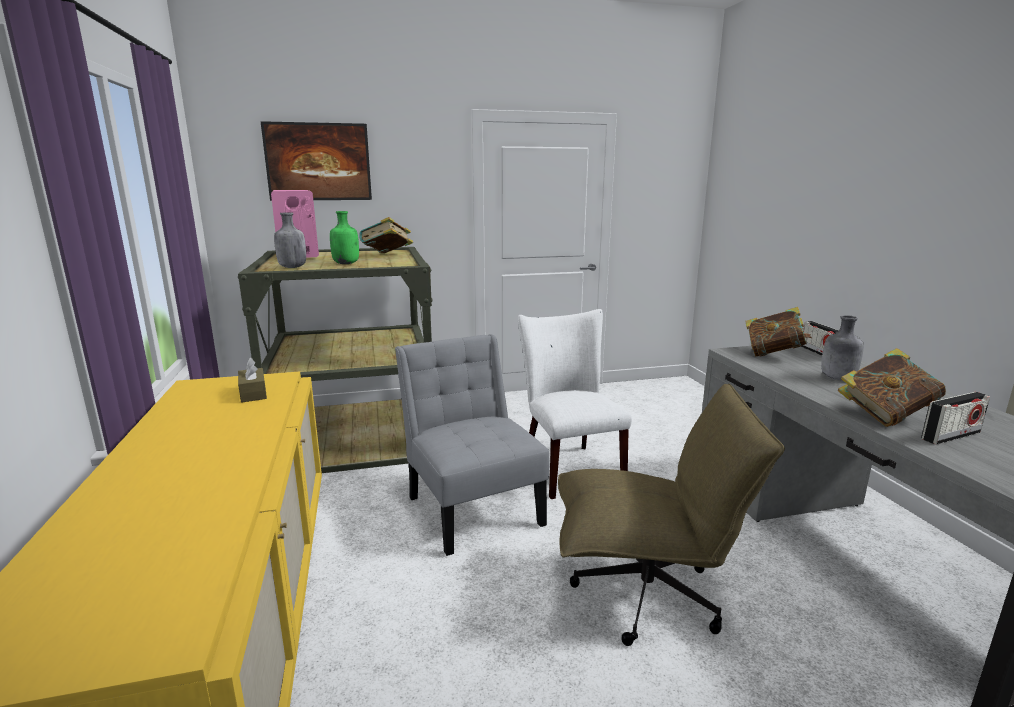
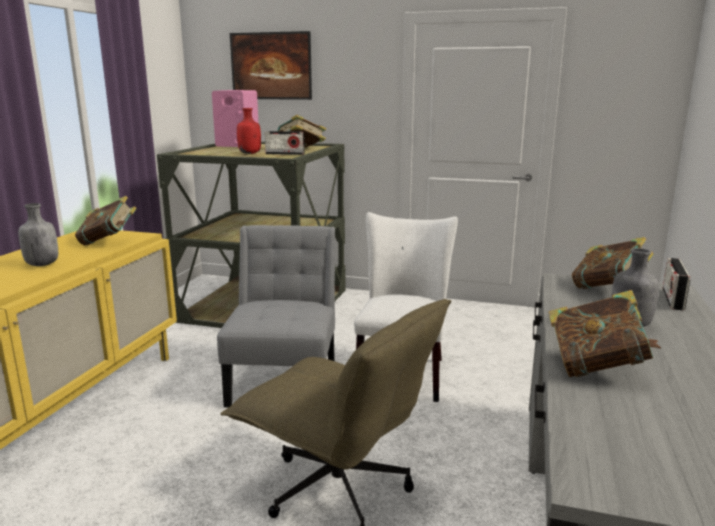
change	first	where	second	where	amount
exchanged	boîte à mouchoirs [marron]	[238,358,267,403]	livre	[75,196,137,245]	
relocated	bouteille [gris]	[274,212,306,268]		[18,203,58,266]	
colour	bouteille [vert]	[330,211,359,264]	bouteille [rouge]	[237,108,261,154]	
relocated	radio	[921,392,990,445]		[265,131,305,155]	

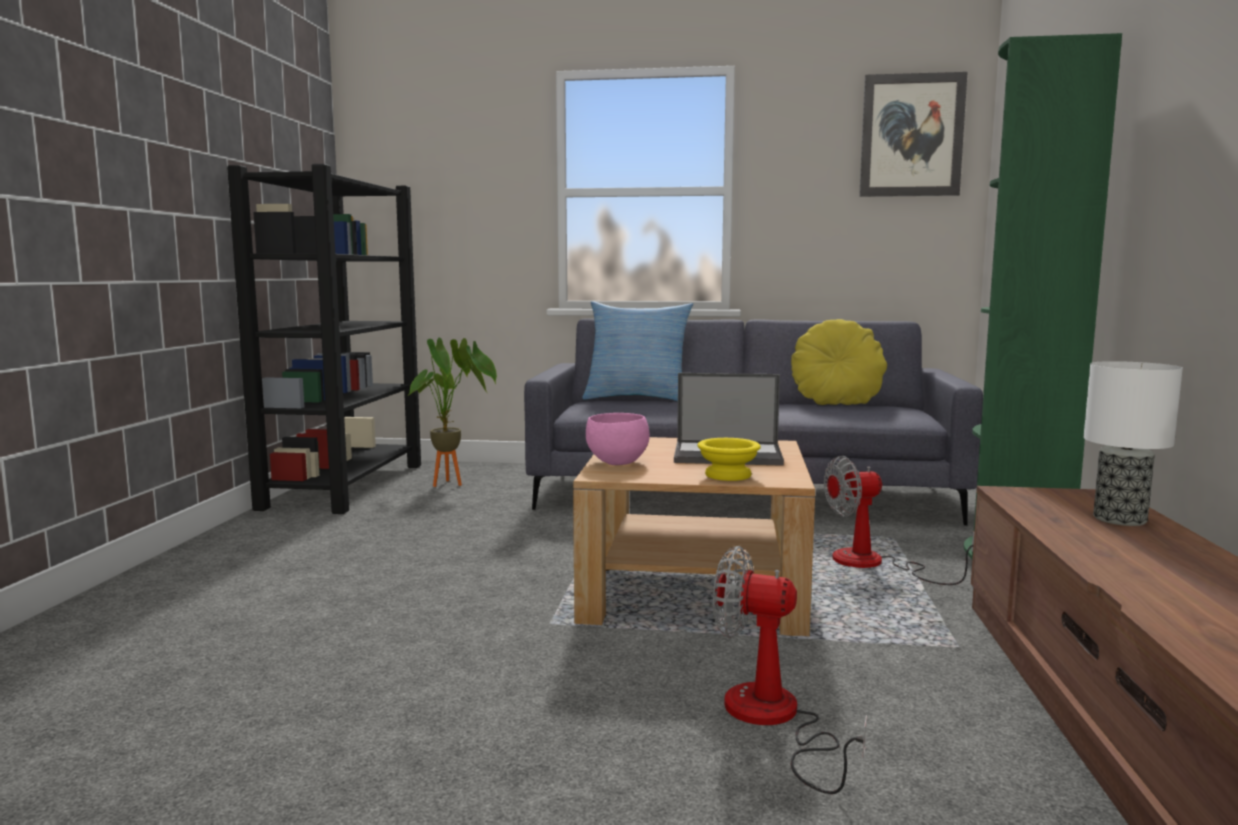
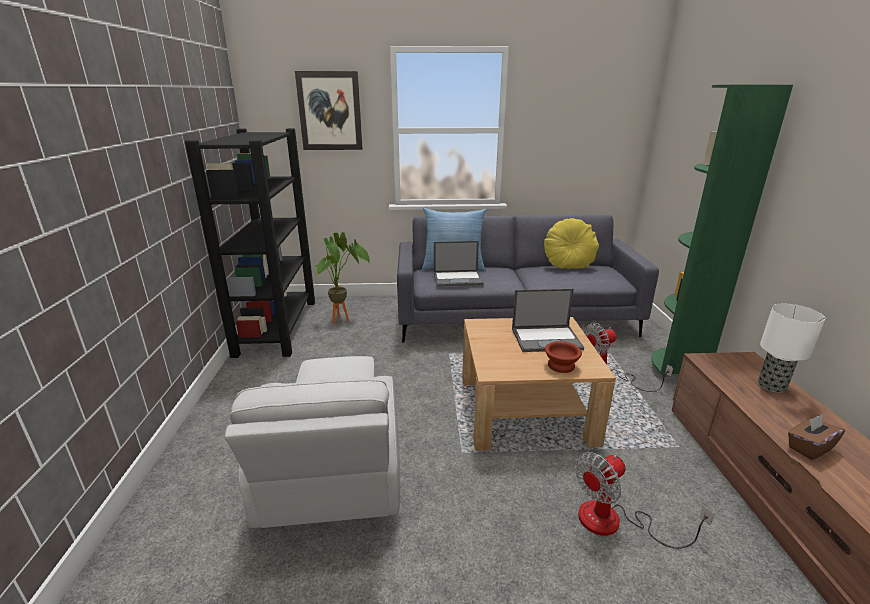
change	first	where	second	where	amount
missing	bol [rose]	[586,413,650,465]			
colour	bol [jaune]	[697,438,761,481]	bol [marron]	[545,341,582,373]	
spun	ventilateur	[713,546,867,794]		[575,452,715,549]	45 degrees counterclockwise
relocated	tableau	[859,72,968,197]		[295,71,363,150]	
appeared			fauteuil [blanc]	[225,356,400,528]	
appeared			ordinateur portable	[434,241,484,287]	
appeared			boîte à mouchoirs [marron]	[788,414,845,460]	

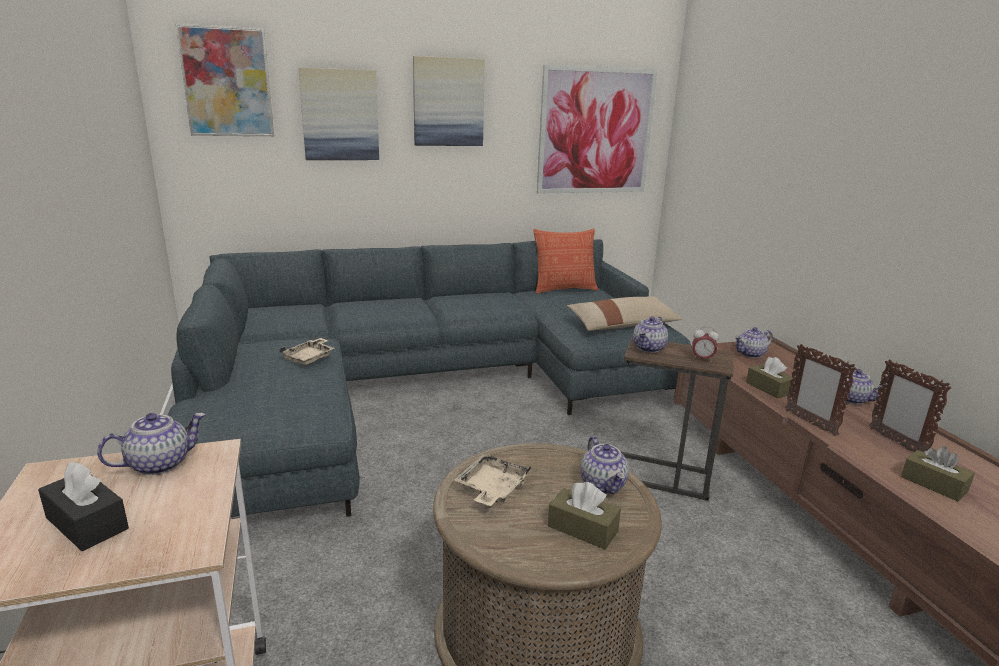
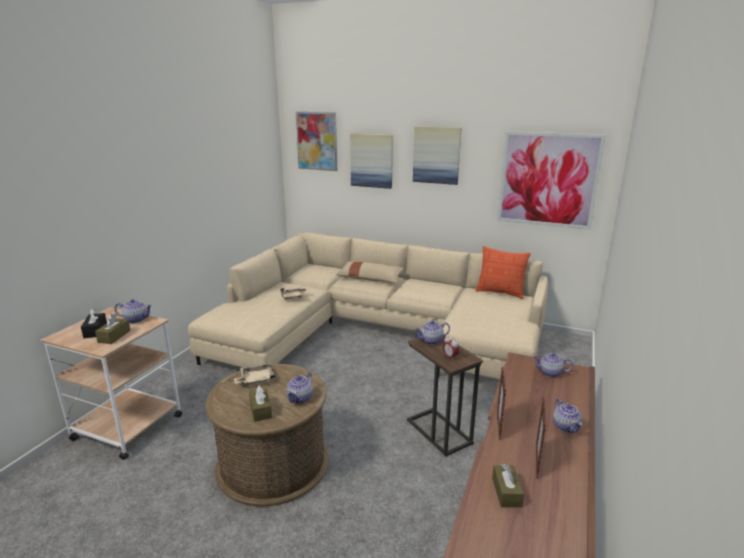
change	first	where	second	where	amount
colour	canapé [bleu]	[167,239,691,517]	canapé [beige]	[188,232,548,379]	
relocated	coussin [beige]	[567,296,682,331]		[336,261,404,283]	
relocated	boîte à mouchoirs [marron]	[746,357,795,399]		[95,313,131,344]	

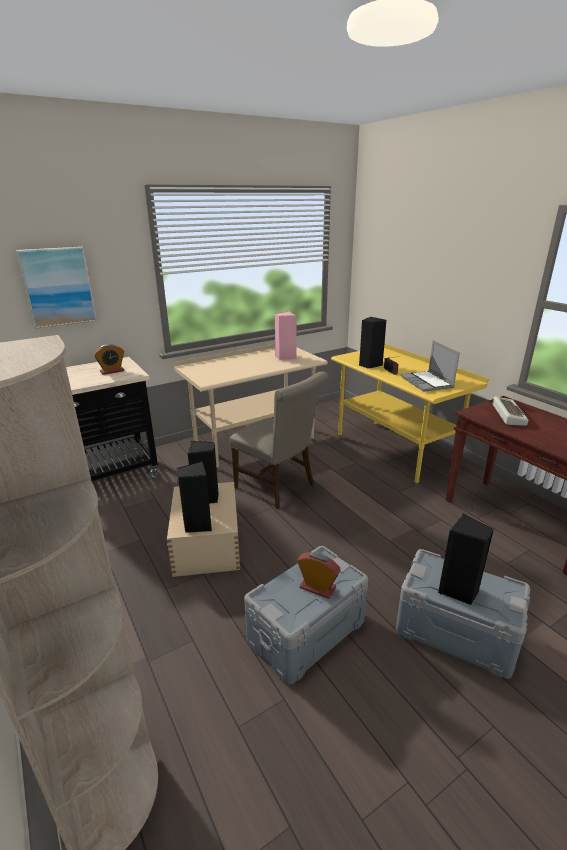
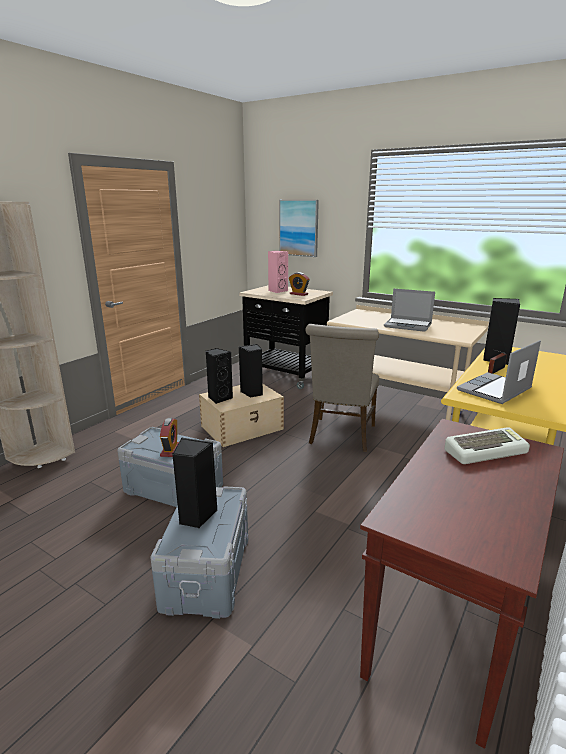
change	first	where	second	where	amount
relocated	enceinte [rose]	[275,311,297,360]		[268,251,288,293]	
appeared			ordinateur portable	[384,288,435,332]	

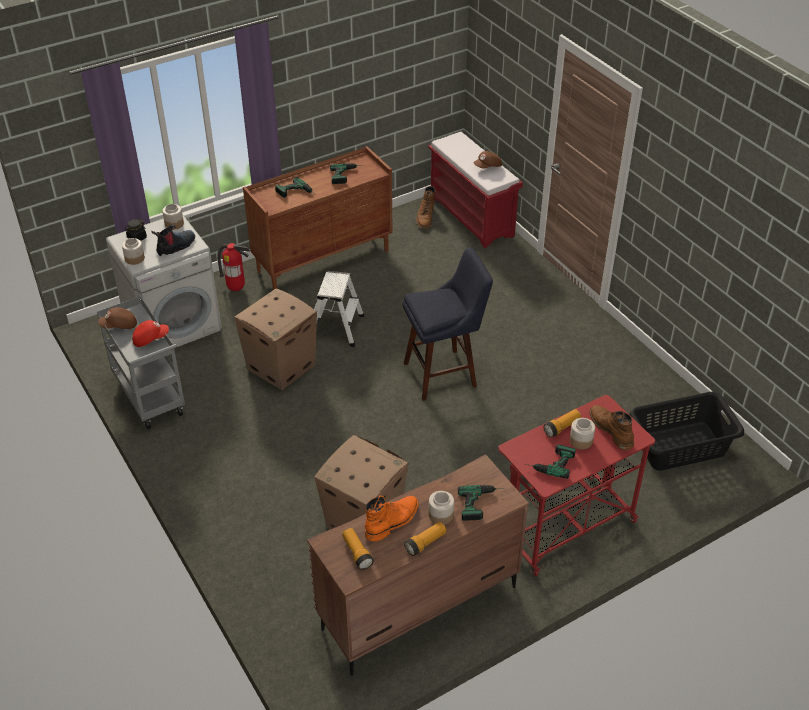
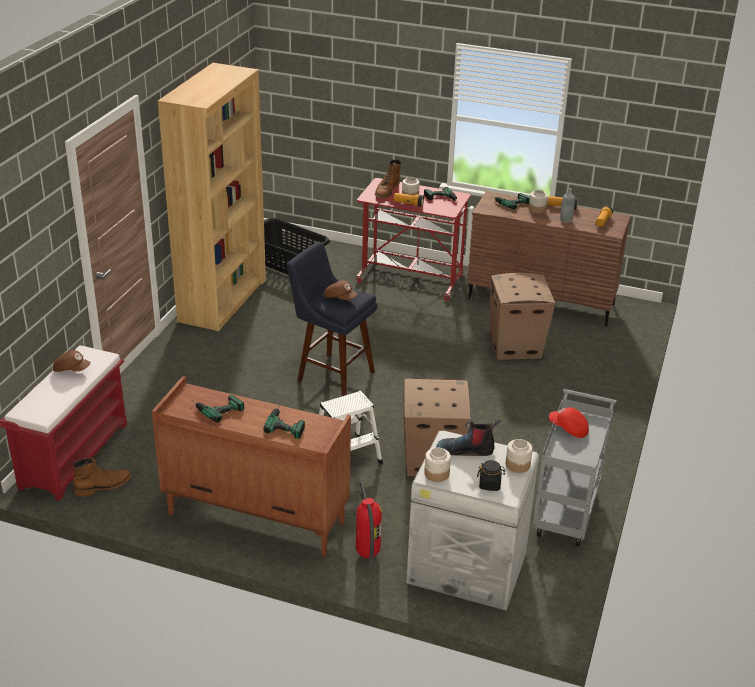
change	first	where	second	where	amount
relocated	casquette [marron]	[98,307,137,329]		[324,281,358,300]	
exchanged	botte [orange]	[365,495,419,541]	bouteille [gris]	[560,188,575,223]	
appeared			bibliothèque [marron]	[158,63,266,331]	

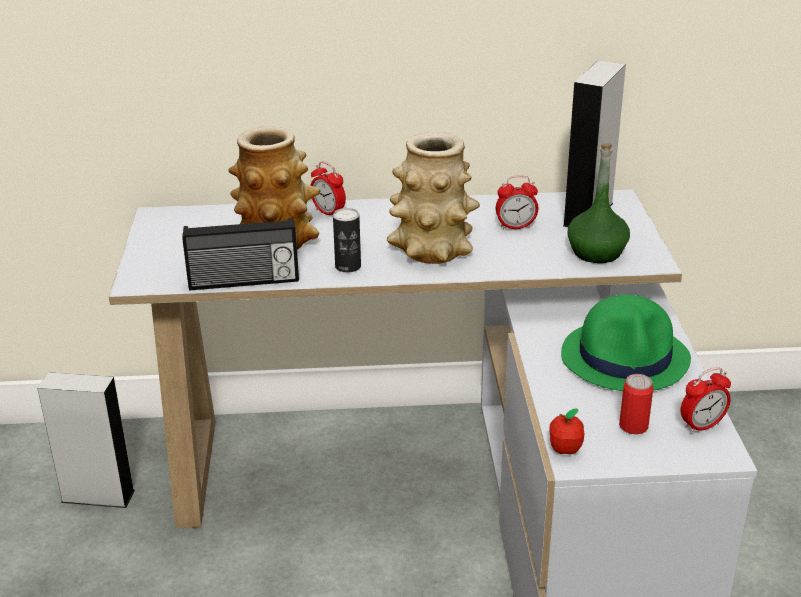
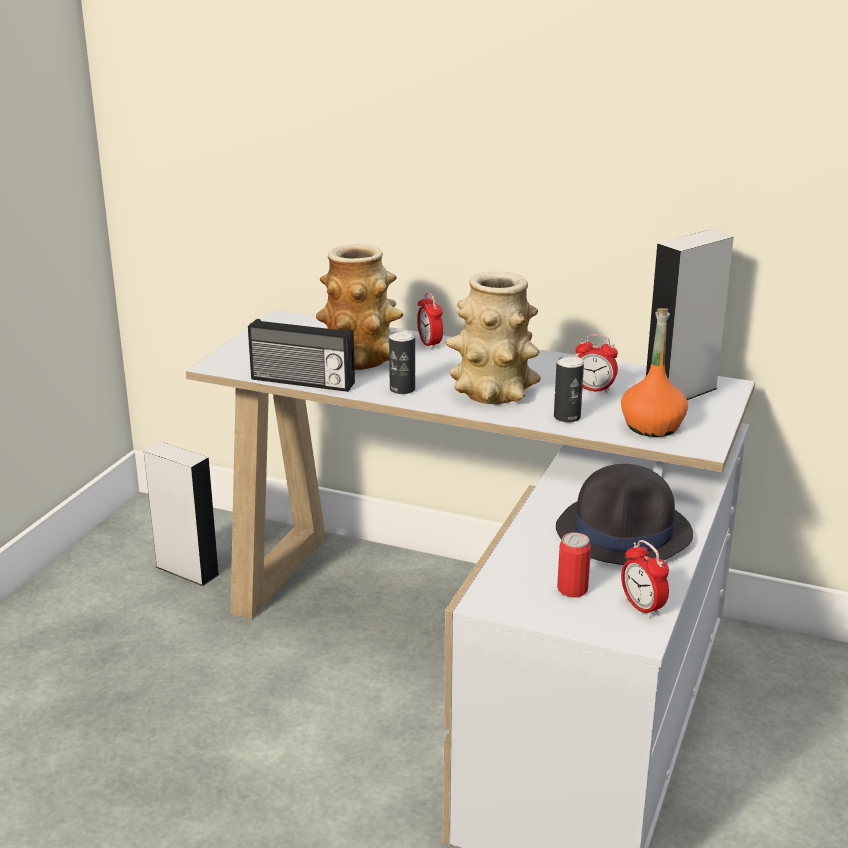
change	first	where	second	where	amount
missing	pomme	[549,408,585,454]			
colour	chapeau [vert]	[561,294,691,391]	chapeau [noir]	[556,464,693,565]	
colour	bouteille [vert]	[568,143,630,263]	bouteille [orange]	[621,308,688,437]	
spun	réveil	[681,367,731,434]		[621,540,669,618]	60 degrees clockwise
appeared			boîte métallique	[554,355,584,423]	

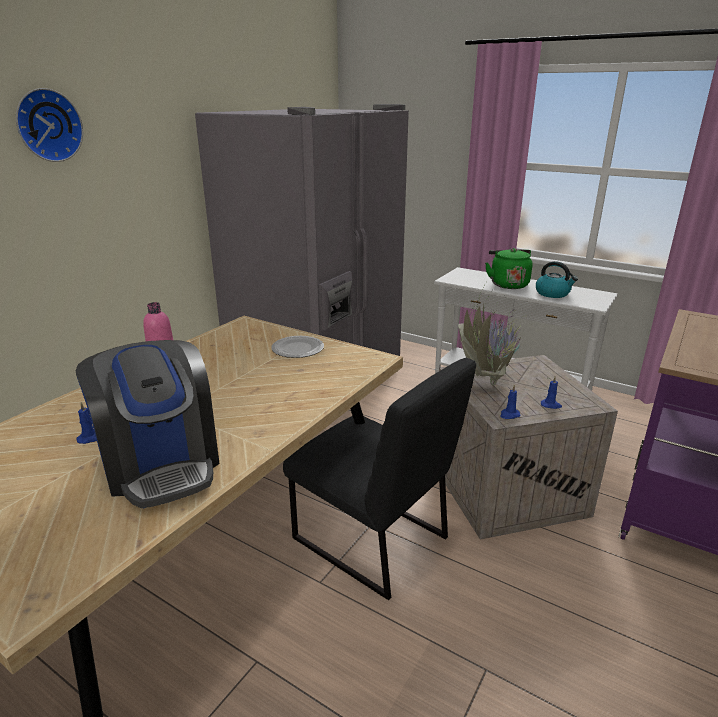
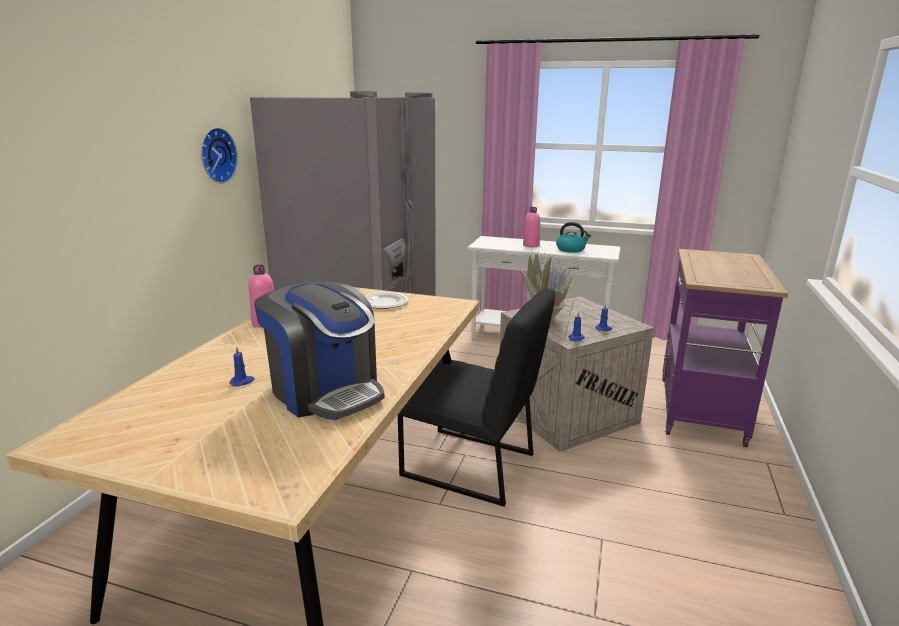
change	first	where	second	where	amount
relocated	horloge murale	[16,88,83,162]		[201,127,238,183]	
exchanged	bouilloire [vert]	[485,248,533,289]	bouteille [rose]	[523,207,540,247]	

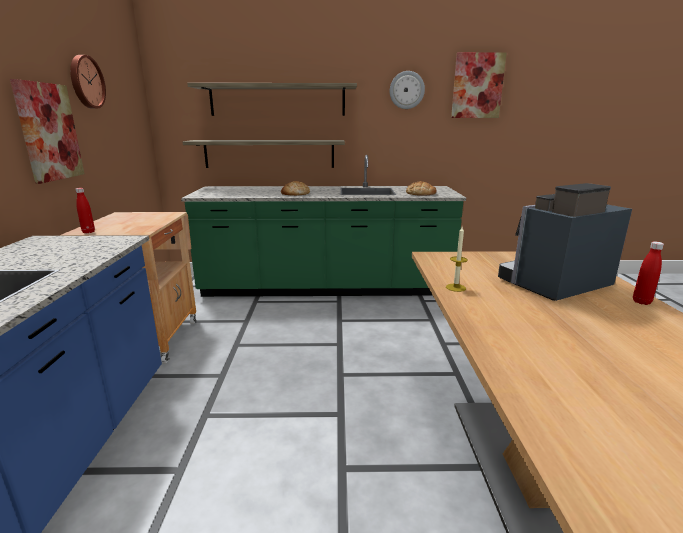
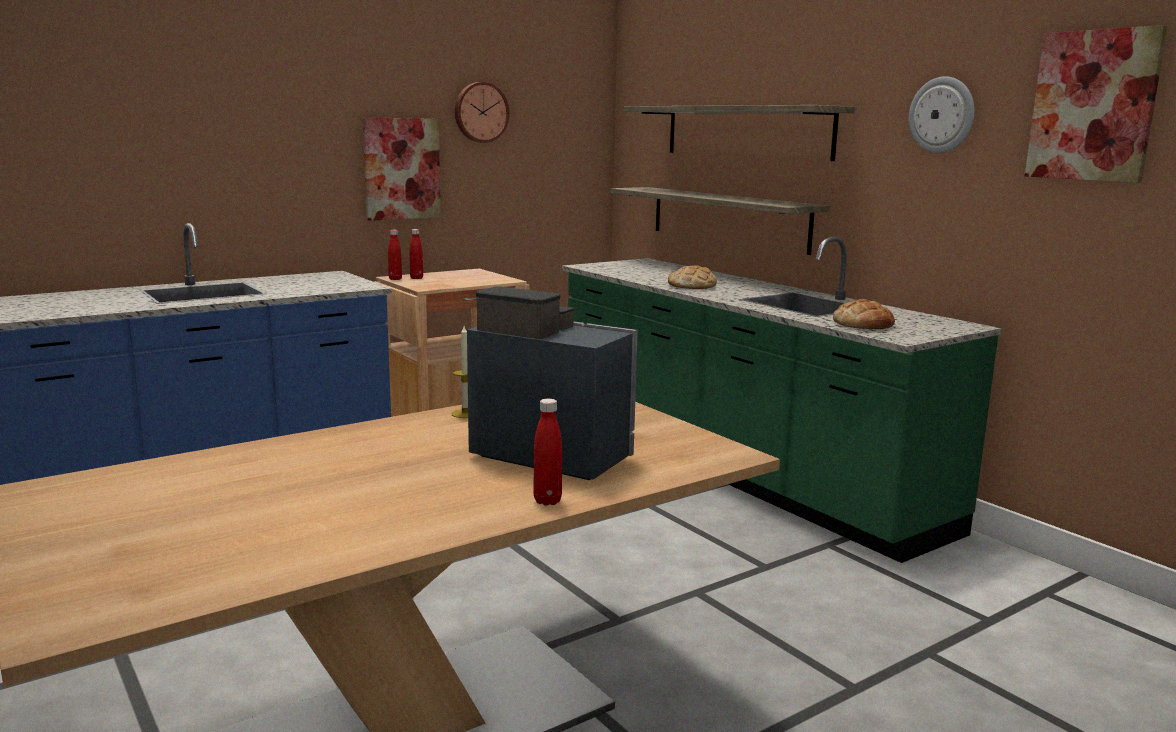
change	first	where	second	where	amount
appeared			bouteille [rouge]	[409,229,423,279]	

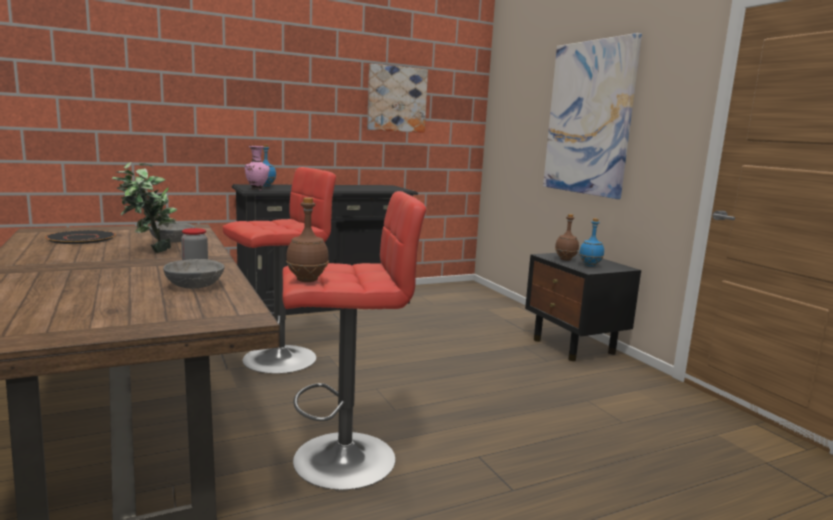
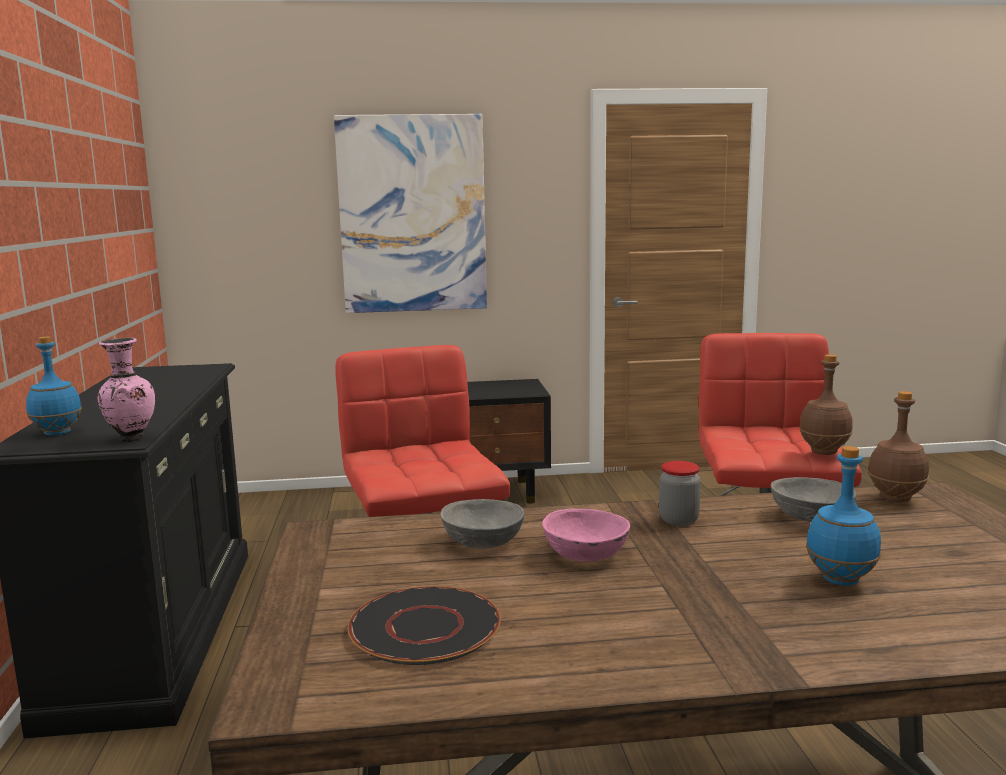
change	first	where	second	where	amount
exchanged	plante en pot	[112,162,177,253]	bol [rose]	[542,509,630,562]	
missing	tableau	[367,64,428,133]			
relocated	bouteille [marron]	[555,214,579,261]		[868,391,929,503]	
relocated	bouteille [bleu]	[579,218,604,267]		[806,446,881,586]	

